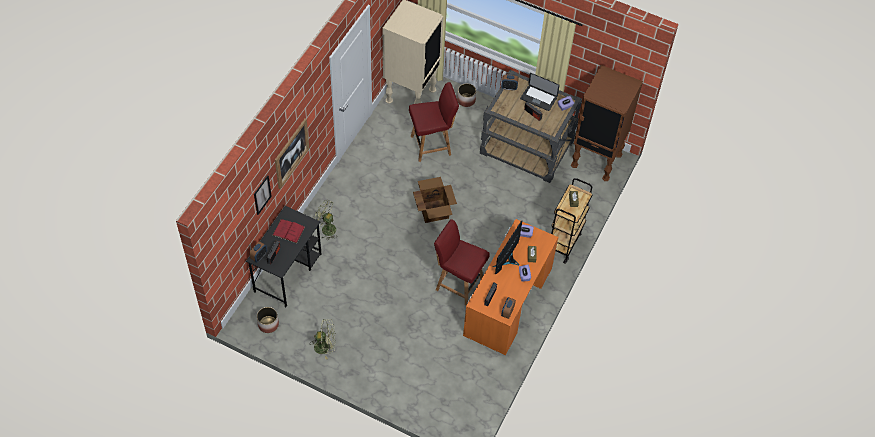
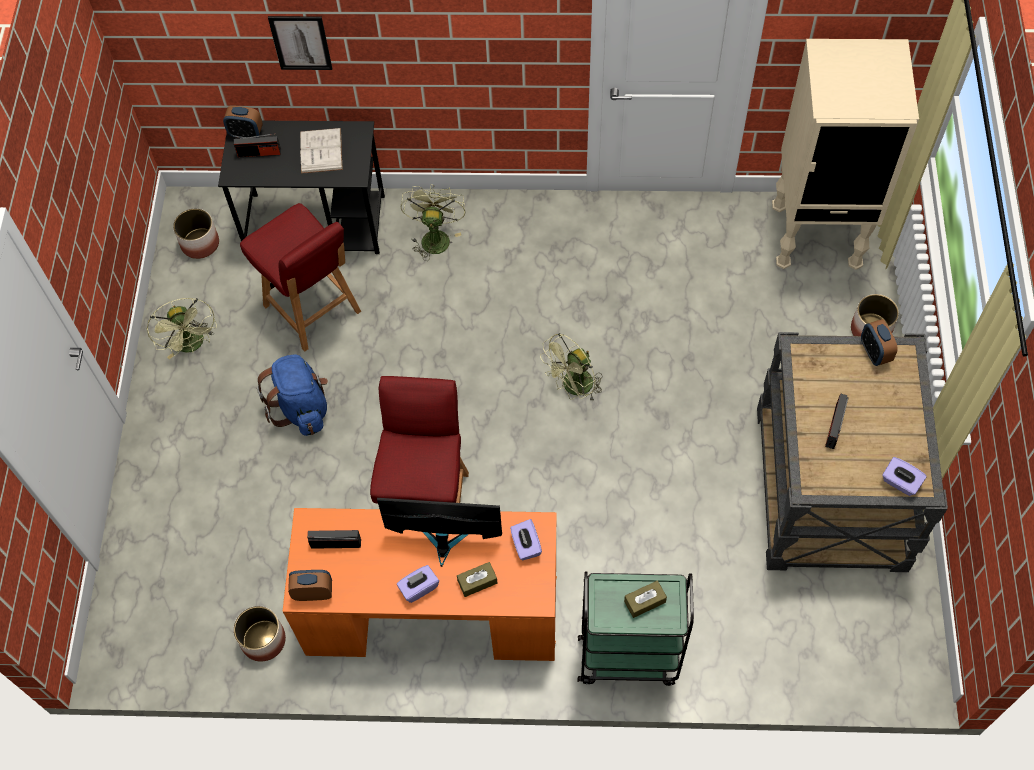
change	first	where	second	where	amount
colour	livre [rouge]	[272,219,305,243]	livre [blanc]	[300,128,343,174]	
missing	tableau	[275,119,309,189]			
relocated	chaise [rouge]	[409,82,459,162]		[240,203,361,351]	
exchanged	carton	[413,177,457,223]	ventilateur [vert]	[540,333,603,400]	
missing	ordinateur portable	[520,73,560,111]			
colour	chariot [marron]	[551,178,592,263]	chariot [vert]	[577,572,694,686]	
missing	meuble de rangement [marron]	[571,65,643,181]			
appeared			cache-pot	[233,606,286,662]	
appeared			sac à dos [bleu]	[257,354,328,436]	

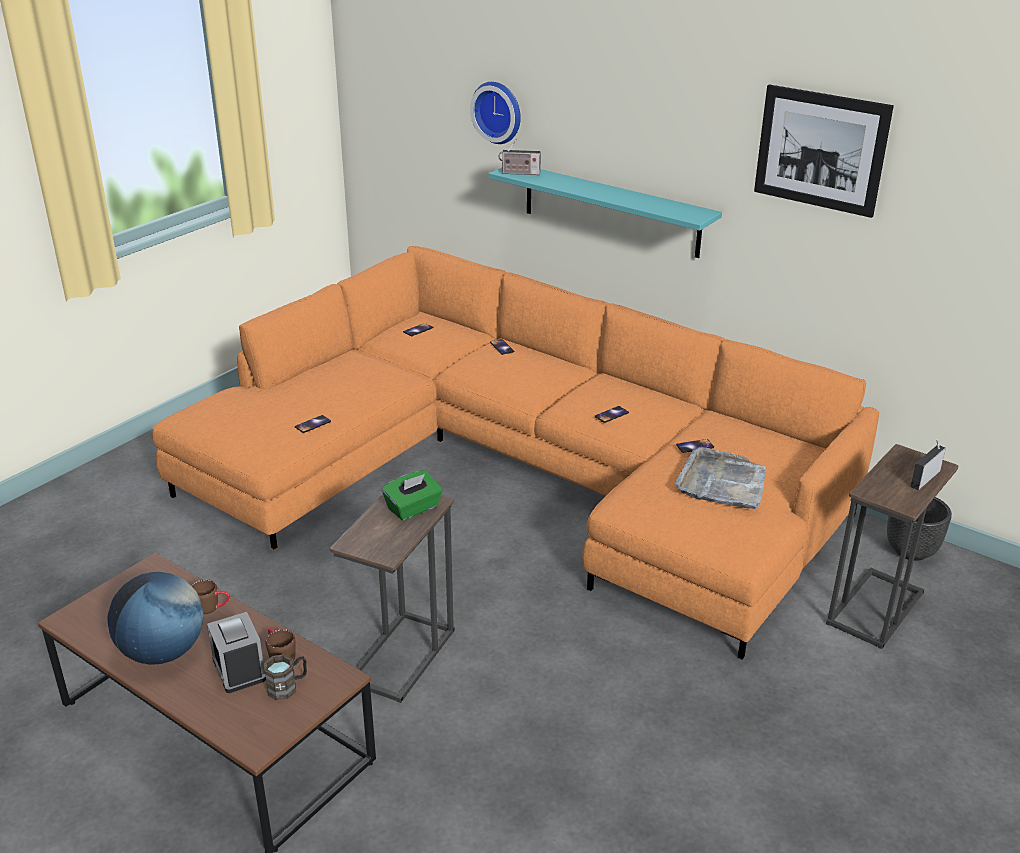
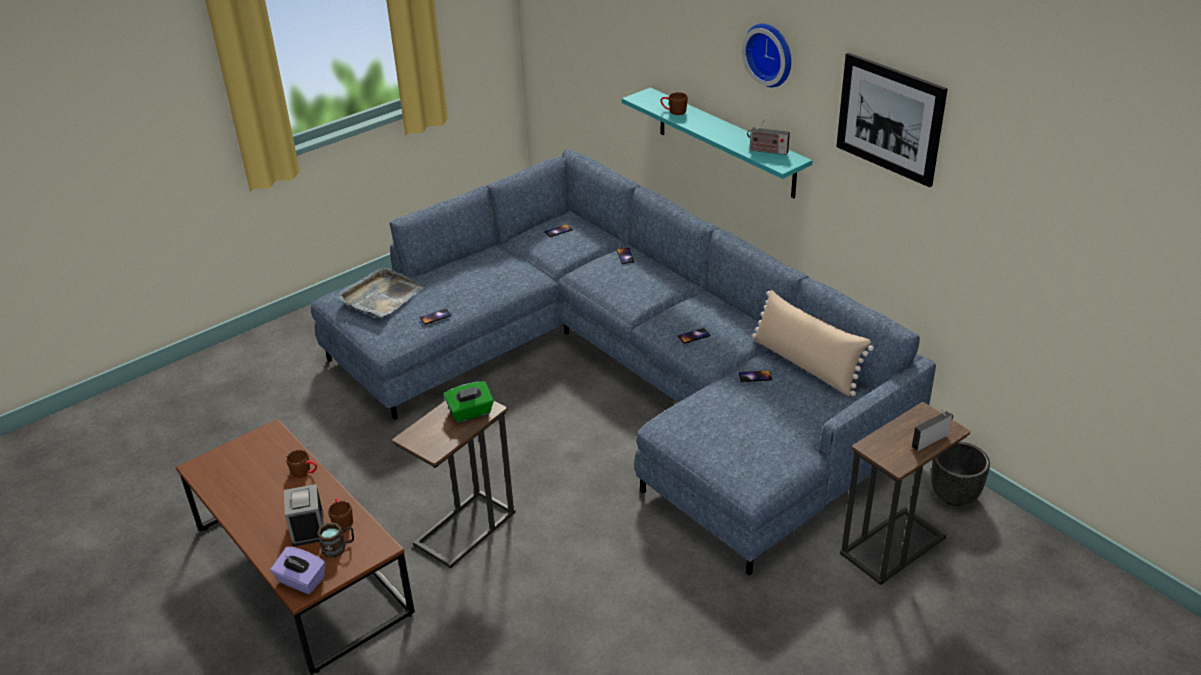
change	first	where	second	where	amount
missing	globe	[107,572,204,665]			
colour	canapé [orange]	[152,246,879,660]	canapé [bleu]	[311,150,936,576]	
relocated	horloge murale	[470,82,521,144]		[742,24,791,87]	
relocated	radio	[498,139,541,175]		[747,119,790,155]	
relocated	plateau [gris]	[675,447,766,509]		[338,268,423,318]	
appeared			boîte à mouchoirs [violet]	[270,547,326,594]	
appeared			mug [marron]	[660,92,688,115]	
appeared			coussin [beige]	[752,290,874,396]	

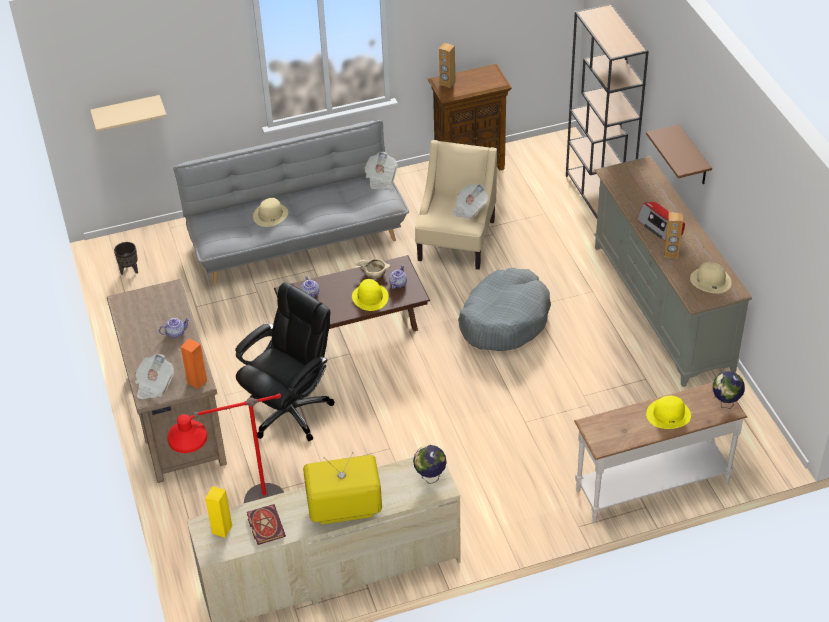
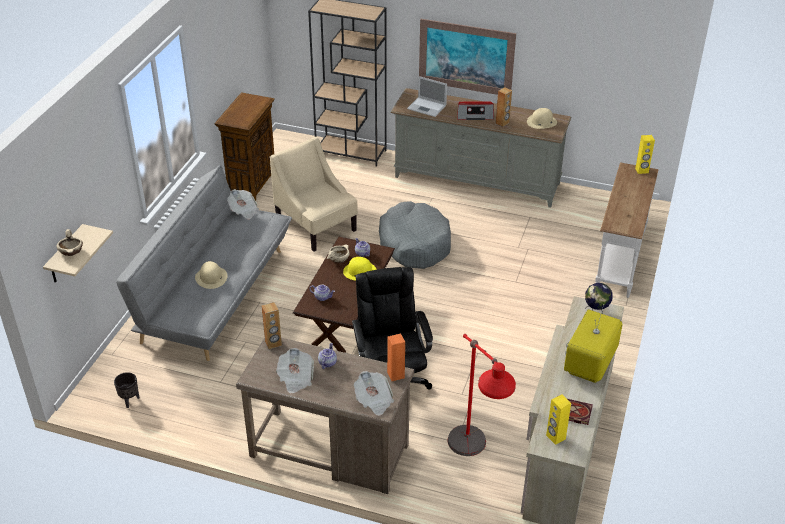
change	first	where	second	where	amount
relocated	enceinte [marron]	[439,43,455,88]		[262,302,282,349]	
relocated	journal	[452,184,488,219]		[276,348,314,394]	
exchanged	étagère [marron]	[646,124,712,184]	tableau	[419,19,516,95]	
missing	chapeau [jaune]	[646,396,691,429]			
exchanged	globe	[712,371,745,409]	enceinte [jaune]	[635,135,655,174]	
appeared			bol [beige]	[57,229,83,256]	
appeared			ordinateur portable	[407,76,447,117]	

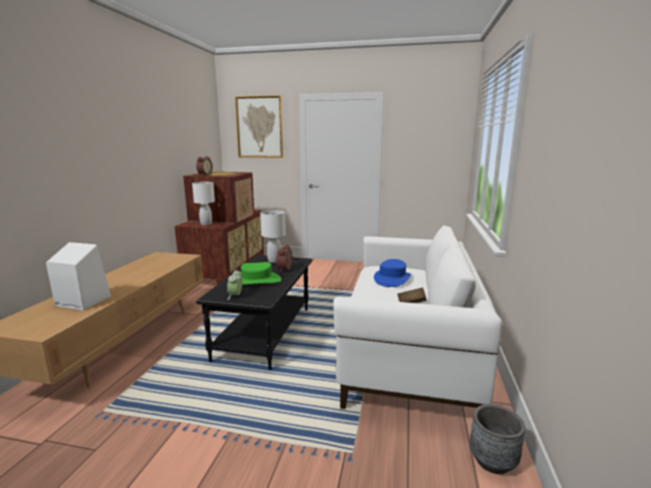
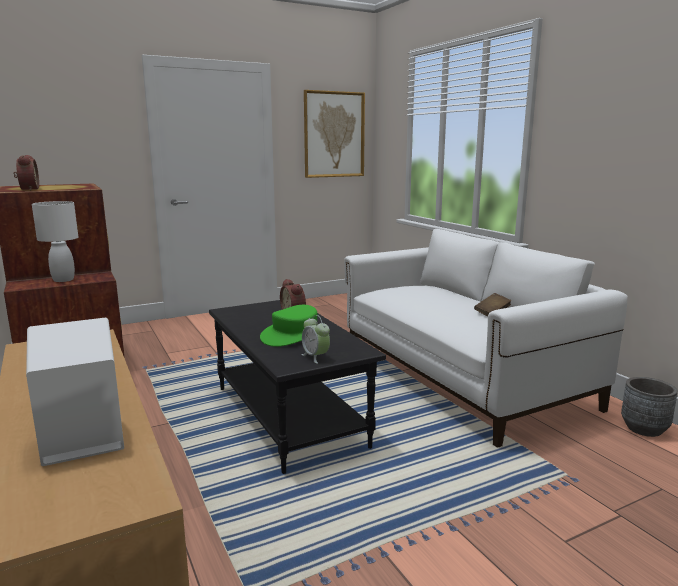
change	first	where	second	where	amount
relocated	tableau	[235,95,283,158]		[304,90,365,178]	
missing	lampe de table [blanc]	[260,210,286,263]			
missing	chapeau [bleu]	[374,259,411,287]			

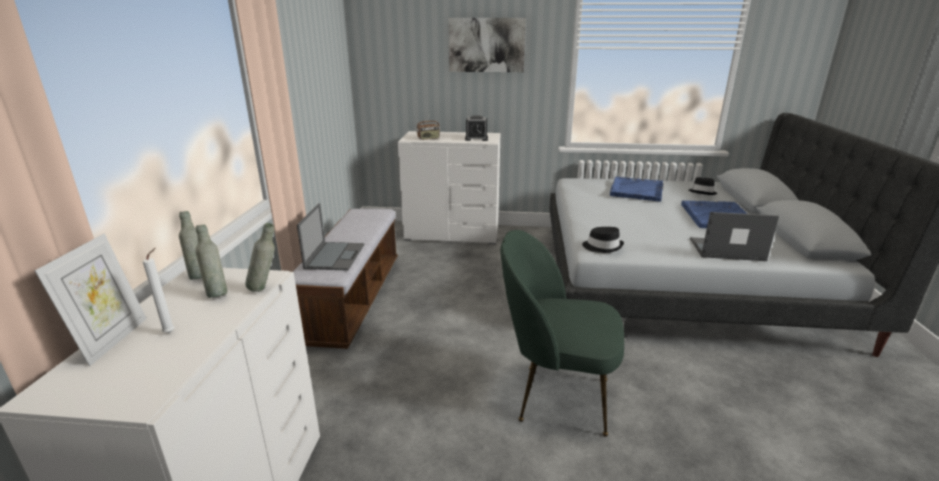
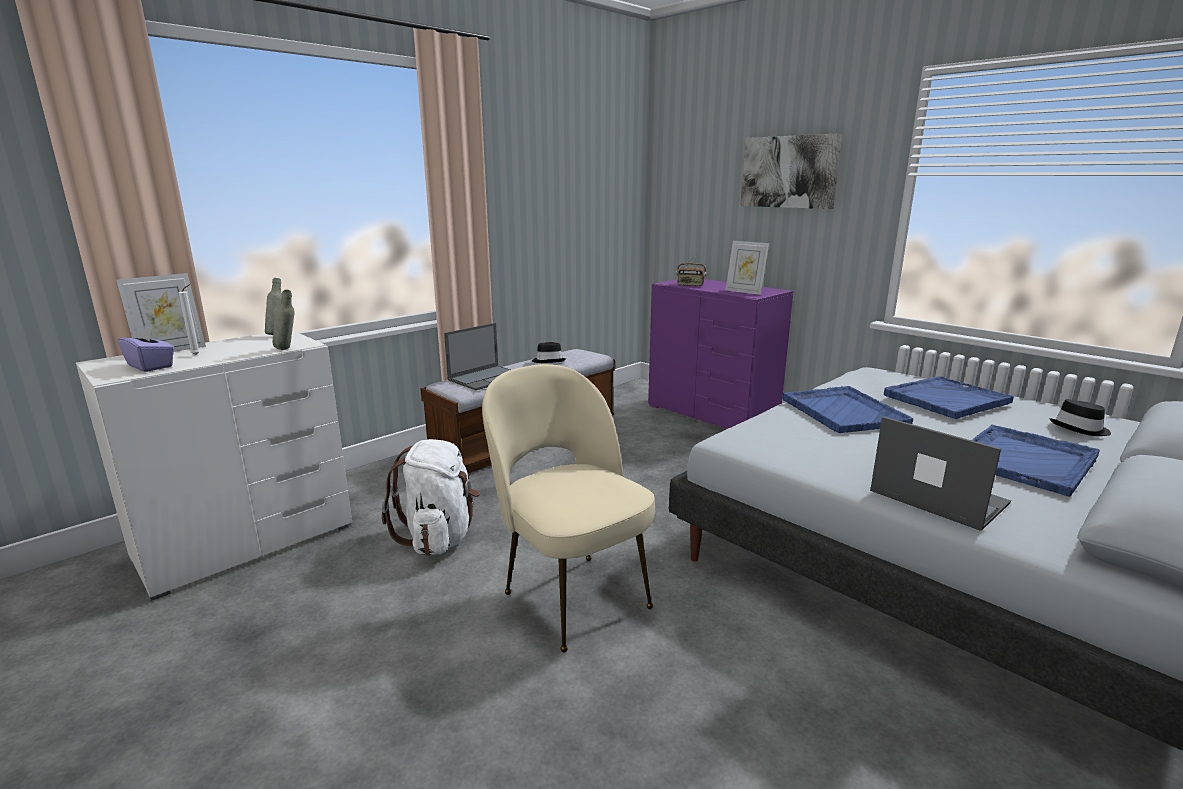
change	first	where	second	where	amount
missing	bouteille [gris]	[195,224,227,298]			
colour	commode [blanc]	[398,131,500,245]	commode [violet]	[648,279,793,429]	
exchanged	réveil	[465,115,488,141]	cadre photo	[725,241,769,295]	
colour	chaise [vert]	[500,230,624,437]	chaise [beige]	[482,364,655,653]	
relocated	chapeau [noir]	[582,227,624,253]		[532,342,566,363]	
appeared			boîte à mouchoirs [violet]	[118,326,174,372]	
appeared			sac à dos [blanc]	[382,439,480,556]	
appeared			plateau [bleu]	[782,386,913,433]	

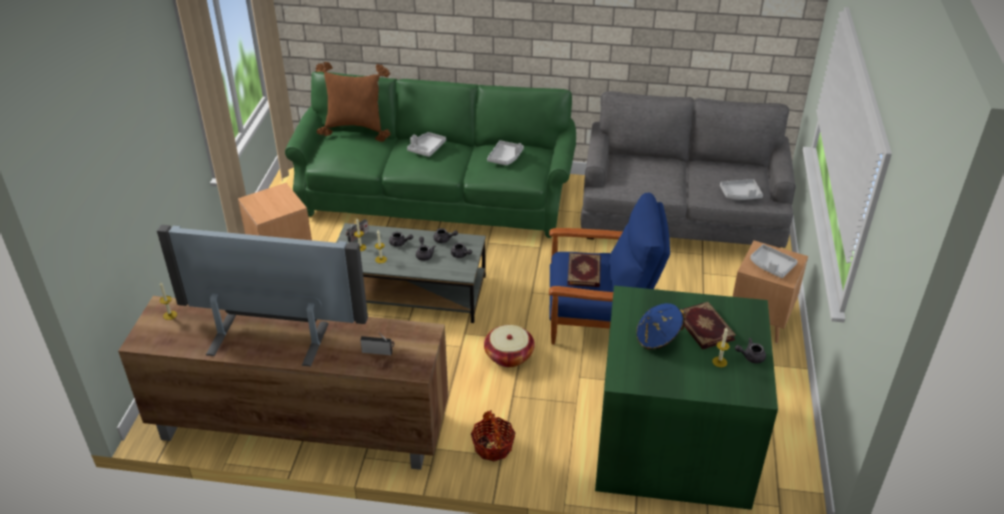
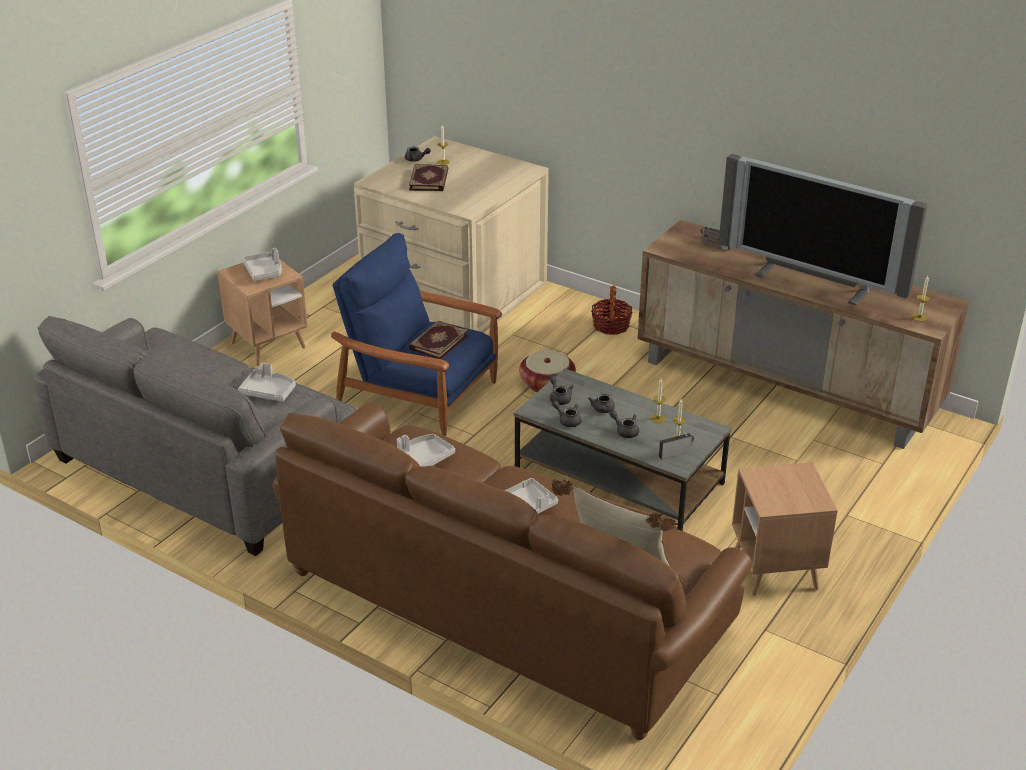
change	first	where	second	where	amount
colour	canapé [vert]	[285,72,576,238]	canapé [marron]	[272,403,752,740]	
colour	commode [vert]	[595,286,778,510]	commode [beige]	[354,136,549,333]	
missing	chapeau [bleu]	[636,303,686,350]			
relocated	plateau [gris]	[720,179,763,200]		[238,363,296,402]	

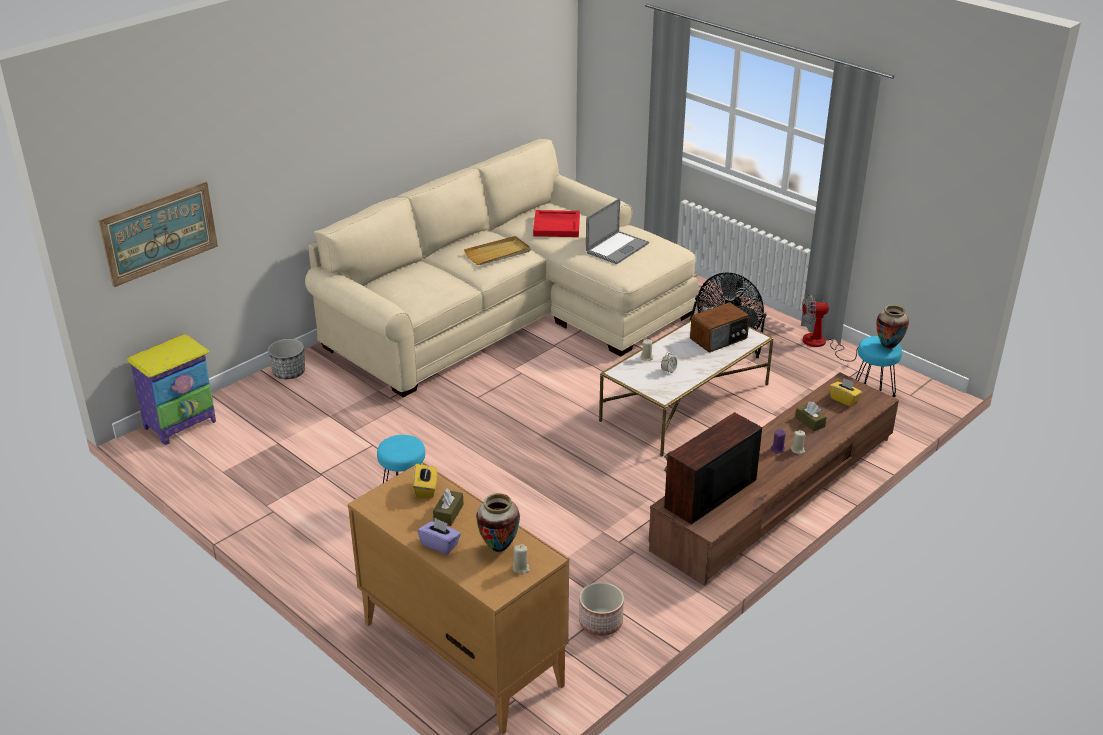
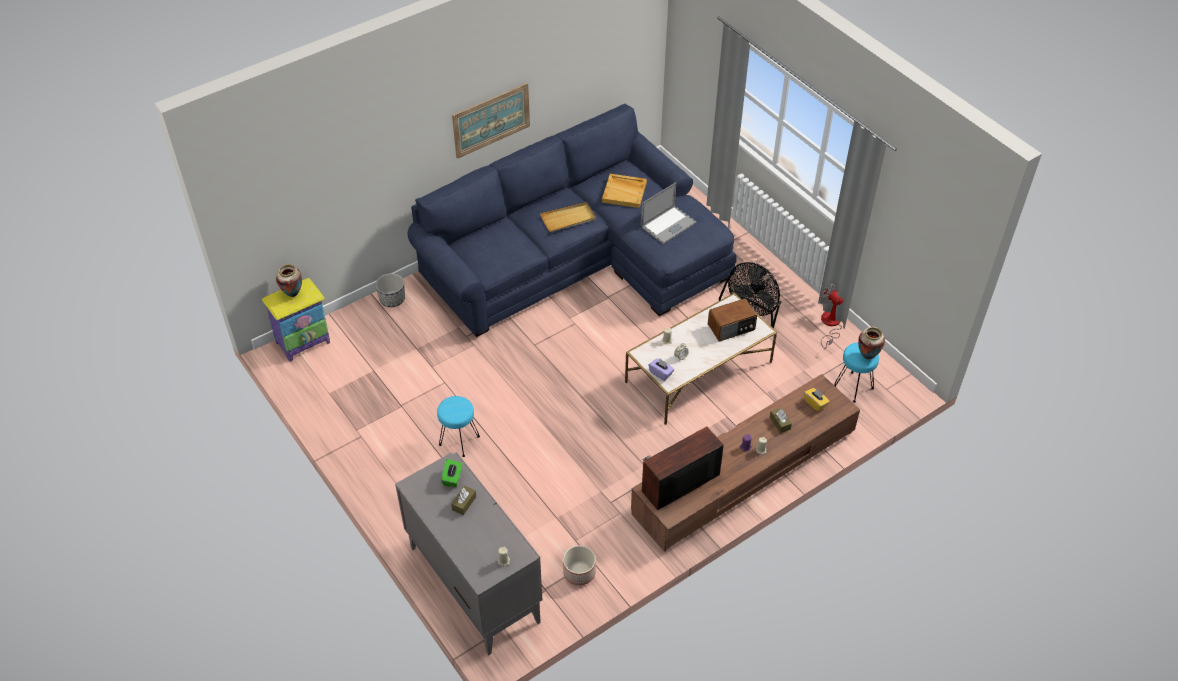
change	first	where	second	where	amount
relocated	tableau	[98,181,218,287]		[452,83,530,159]	
colour	canapé [beige]	[305,139,699,398]	canapé [bleu]	[407,104,737,337]	
colour	meuble de rangement [marron]	[348,462,569,735]	meuble de rangement [gris]	[395,452,542,655]	
colour	boîte à mouchoirs [jaune]	[413,464,437,498]	boîte à mouchoirs [vert]	[441,459,462,487]	
relocated	boîte à mouchoirs [violet]	[418,518,461,555]		[648,358,674,381]	
relocated	vase	[476,493,520,552]		[276,264,302,297]	
colour	plateau [rouge]	[533,210,580,237]	plateau [beige]	[602,174,647,208]	
spun	ventilateur	[802,294,858,362]		[820,284,843,349]	45 degrees clockwise

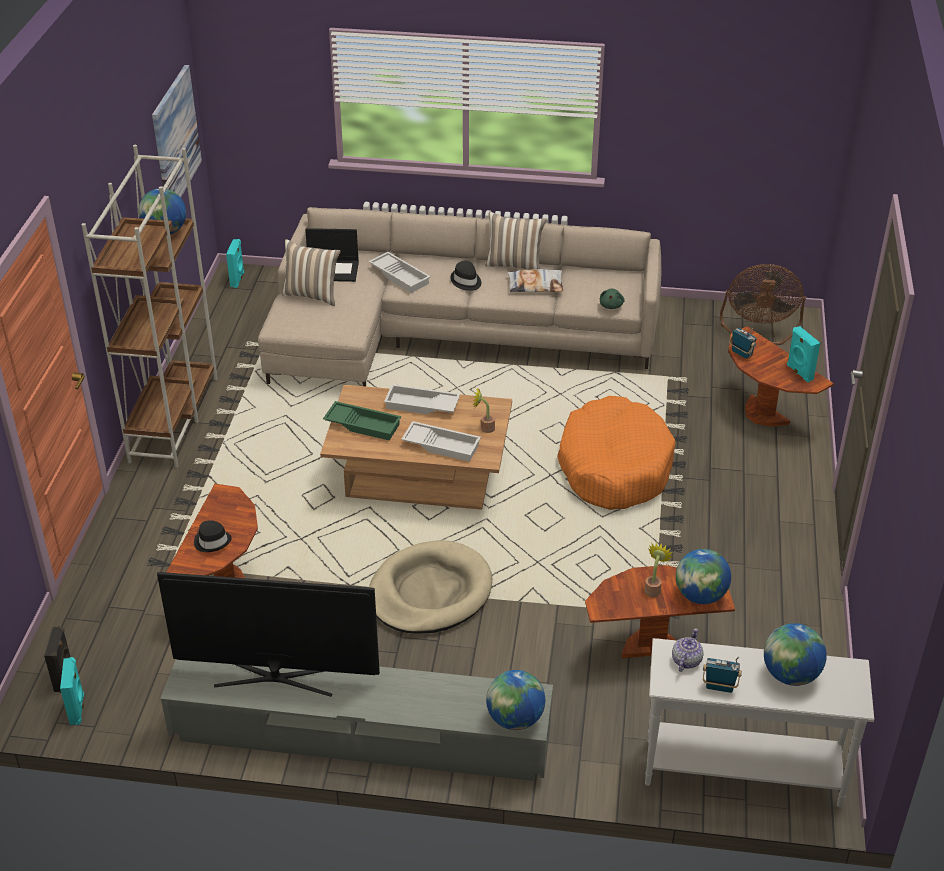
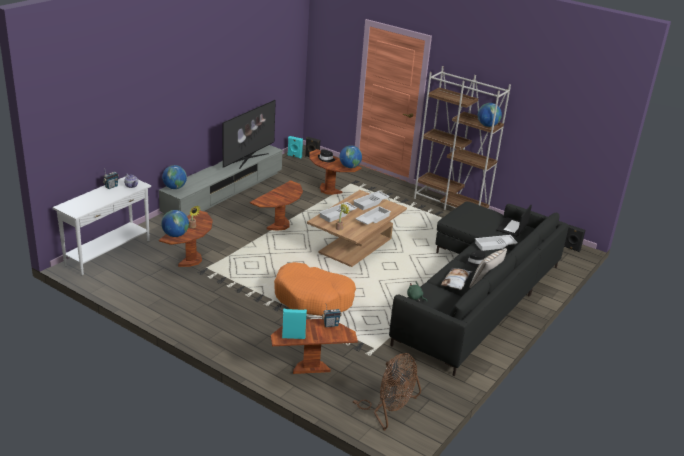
change	first	where	second	where	amount
missing	tableau	[152,65,202,197]			
colour	enceinte [turquoise]	[226,239,244,288]	enceinte [noir]	[564,225,586,252]	
colour	canapé [beige]	[258,207,661,386]	canapé [noir]	[389,202,569,376]	
missing	coussin	[282,239,341,306]			
colour	plateau [vert]	[323,401,401,441]	plateau [blanc]	[353,191,390,210]	
exchanged	panier pour chien [beige]	[369,540,492,634]	table d'appoint [marron]	[250,180,303,231]	
relocated	globe	[764,623,827,686]		[340,145,362,168]	

